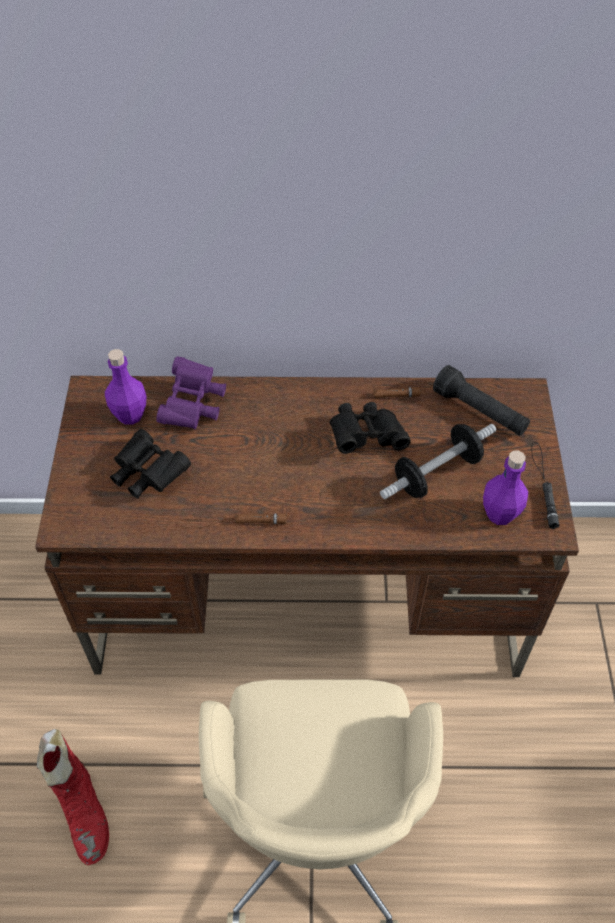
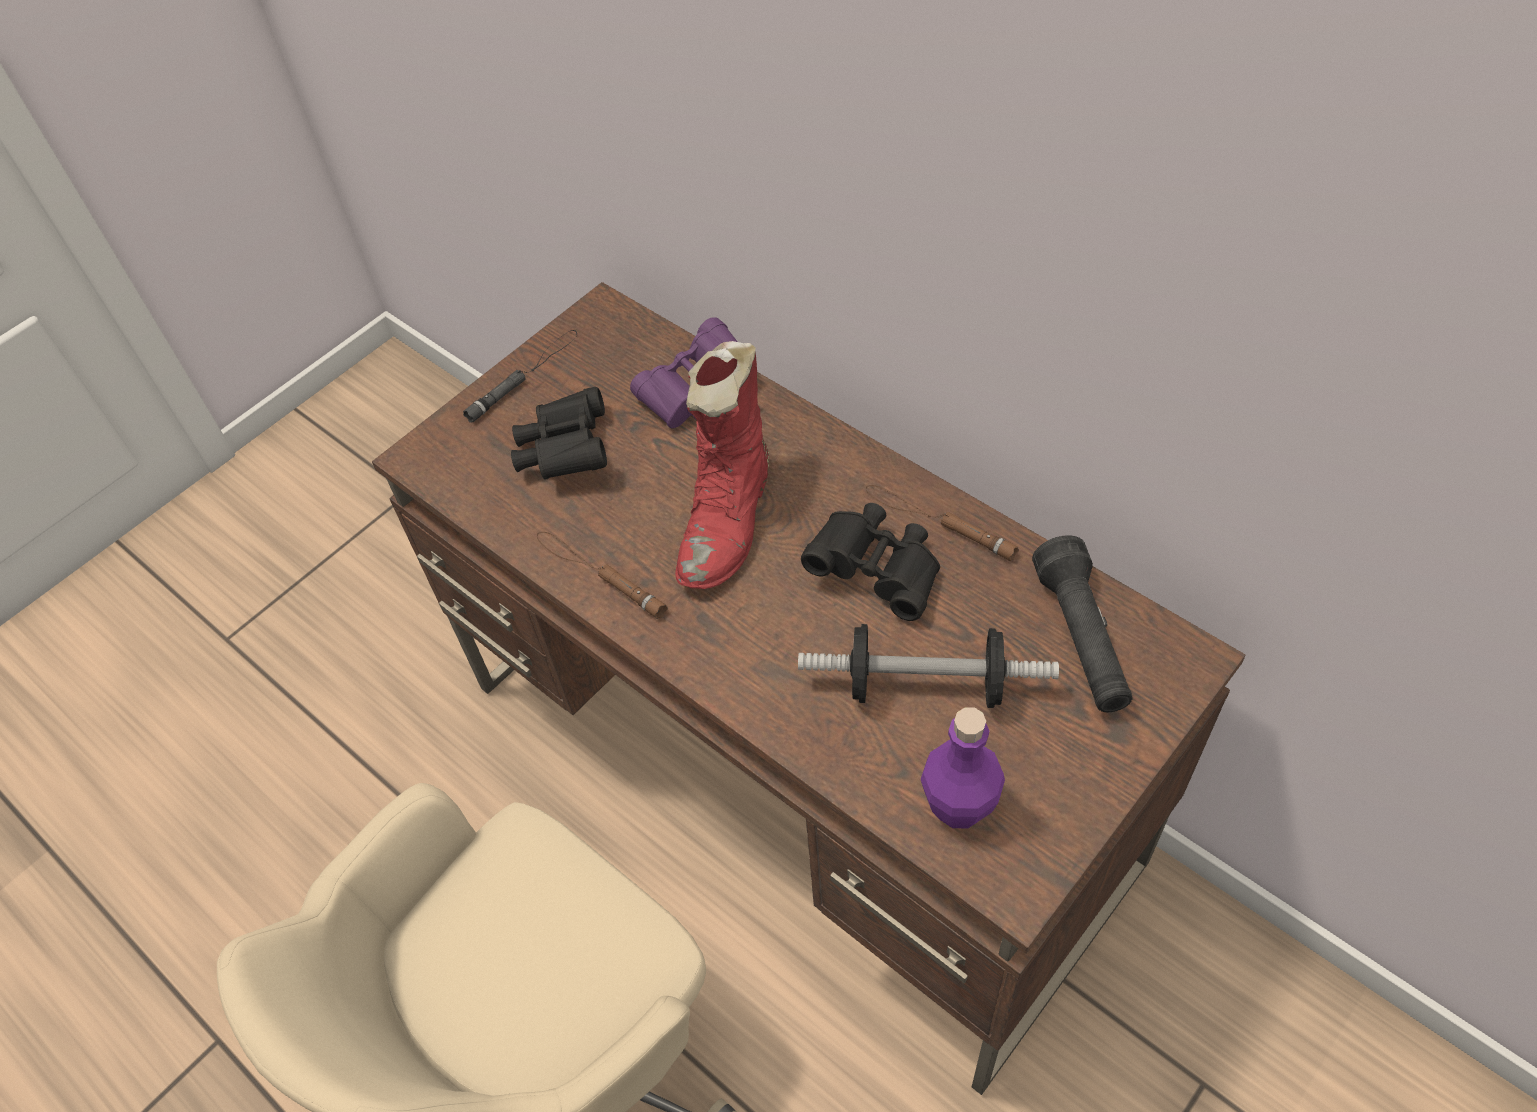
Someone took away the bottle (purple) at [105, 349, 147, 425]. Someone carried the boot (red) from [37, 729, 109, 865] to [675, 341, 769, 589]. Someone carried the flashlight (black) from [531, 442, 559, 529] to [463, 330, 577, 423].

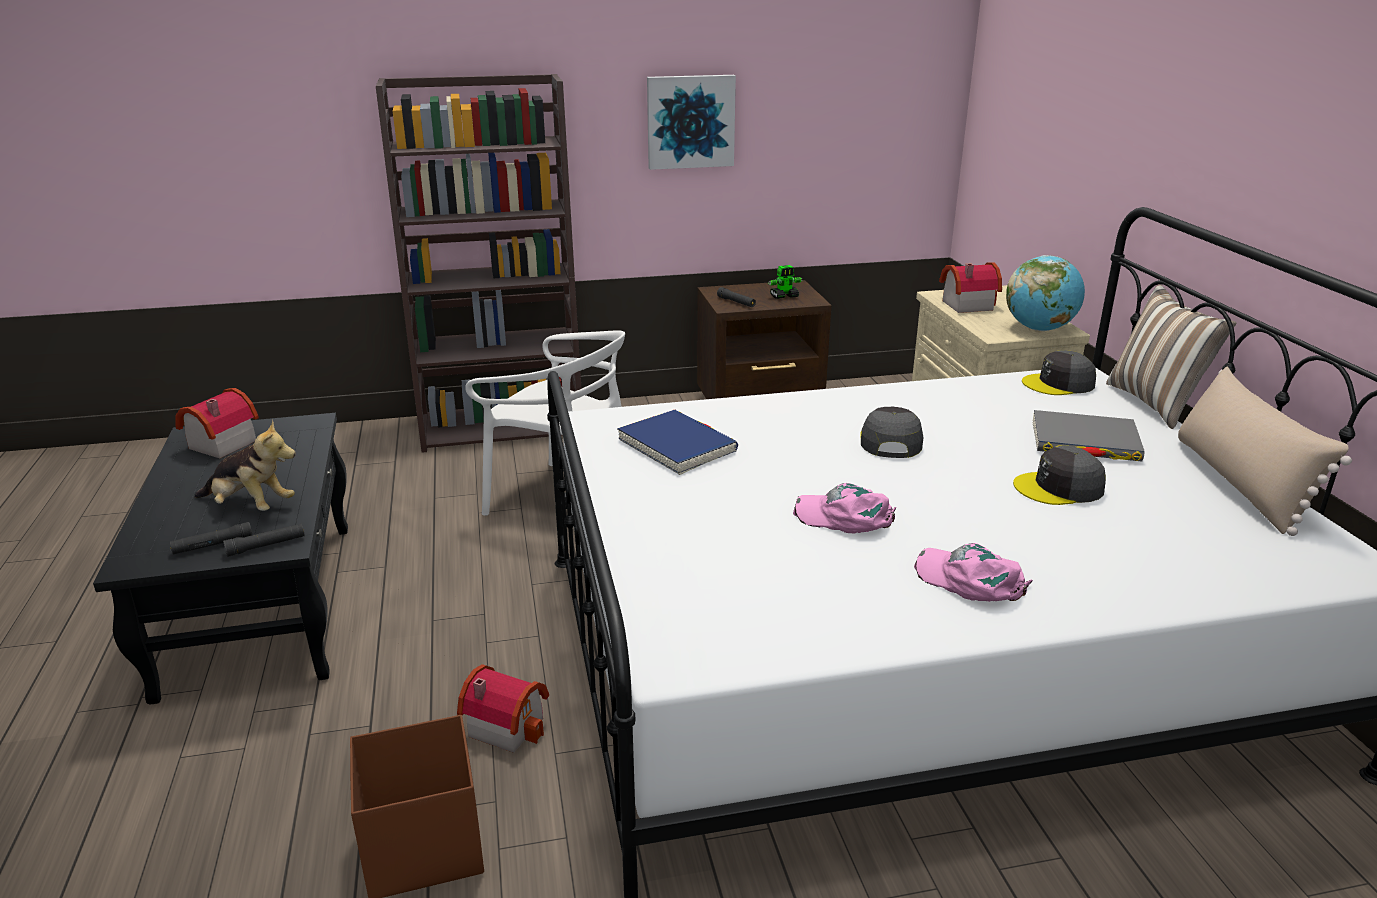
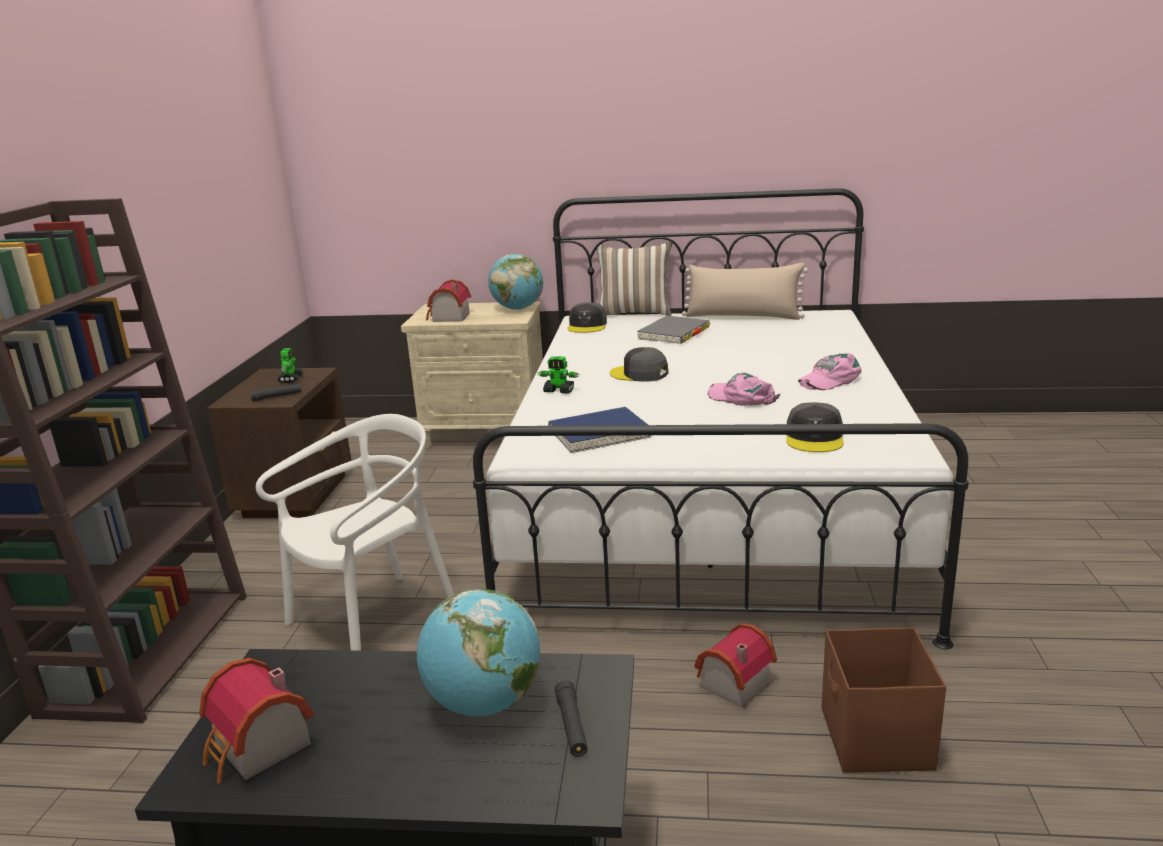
Someone took away the flashlight (black) at [223, 524, 305, 557]. Someone took away the picture at [647, 75, 736, 170]. Someone put down the toy robot at [538, 356, 579, 394]. Someone carried the cap (grey) from [1013, 446, 1106, 505] to [787, 402, 844, 452]. Someone swapped the plush toy at [195, 419, 296, 511] for the globe at [417, 589, 540, 716]. Someone rotated the cap (pink) at [793, 483, 896, 534] by 90 degrees clockwise.

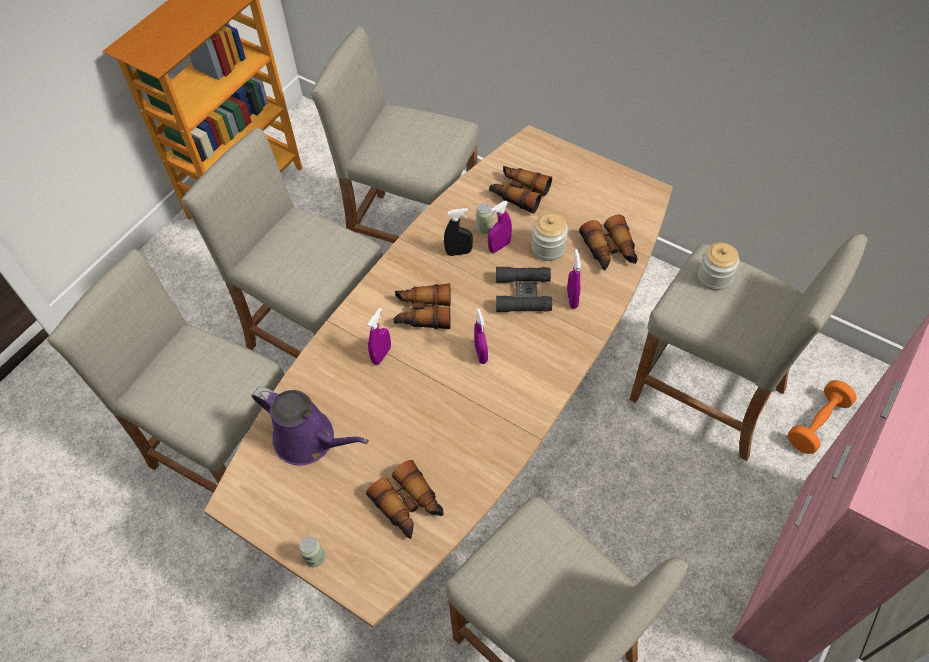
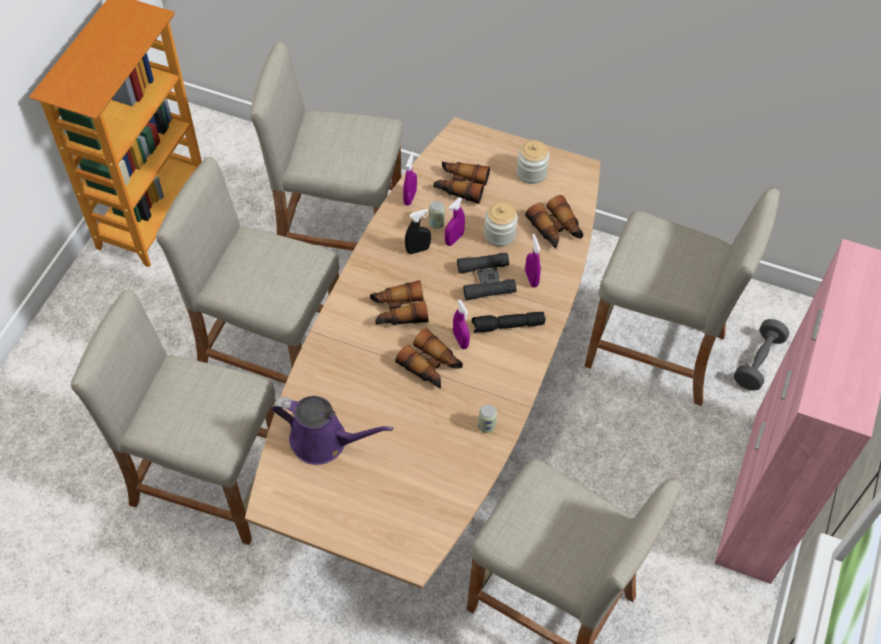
Someone put down the flashlight (black) at [472, 312, 546, 333]. Someone carried the can from [298, 537, 325, 567] to [478, 405, 497, 433]. Someone carried the binoculars from [366, 460, 444, 539] to [395, 328, 463, 388]. Someone carried the spray bottle (purple) from [367, 308, 391, 365] to [403, 152, 417, 206]. Someone carried the jar from [698, 243, 739, 291] to [517, 140, 550, 184]. Someone repainted the dumbbell (orange) at [788, 380, 857, 454], which became the dumbbell (grey) at [734, 319, 789, 391].

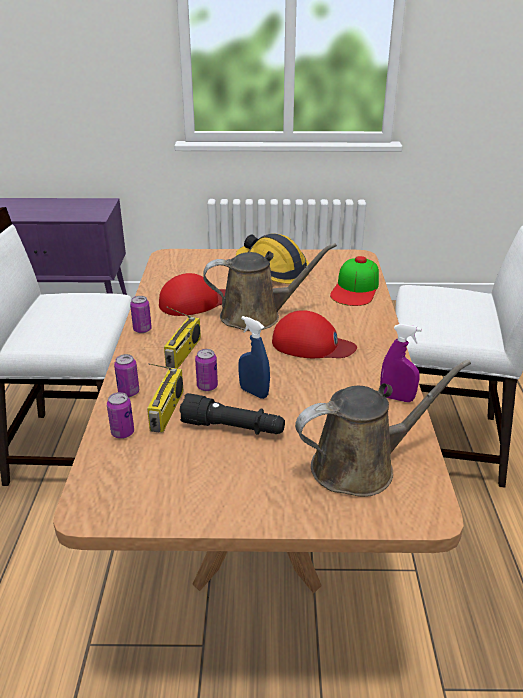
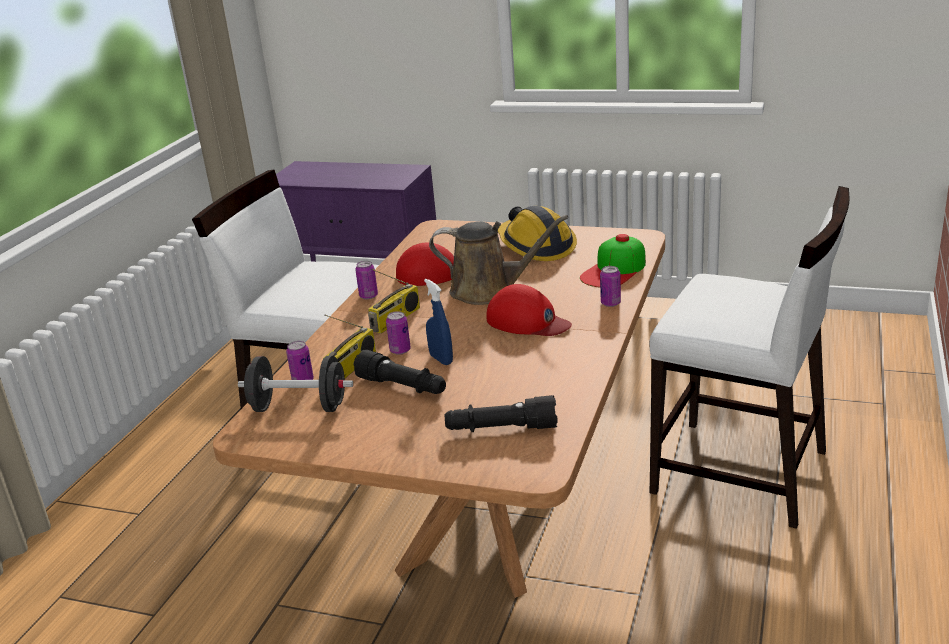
Someone took away the spray bottle (purple) at [380, 324, 422, 402]. Someone put down the dumbbell (black) at [238, 356, 353, 412]. Someone carried the can from [114, 354, 139, 397] to [600, 266, 621, 307]. Someone swapped the watering can (brown) at [295, 360, 471, 497] for the flashlight (black) at [445, 395, 558, 432].

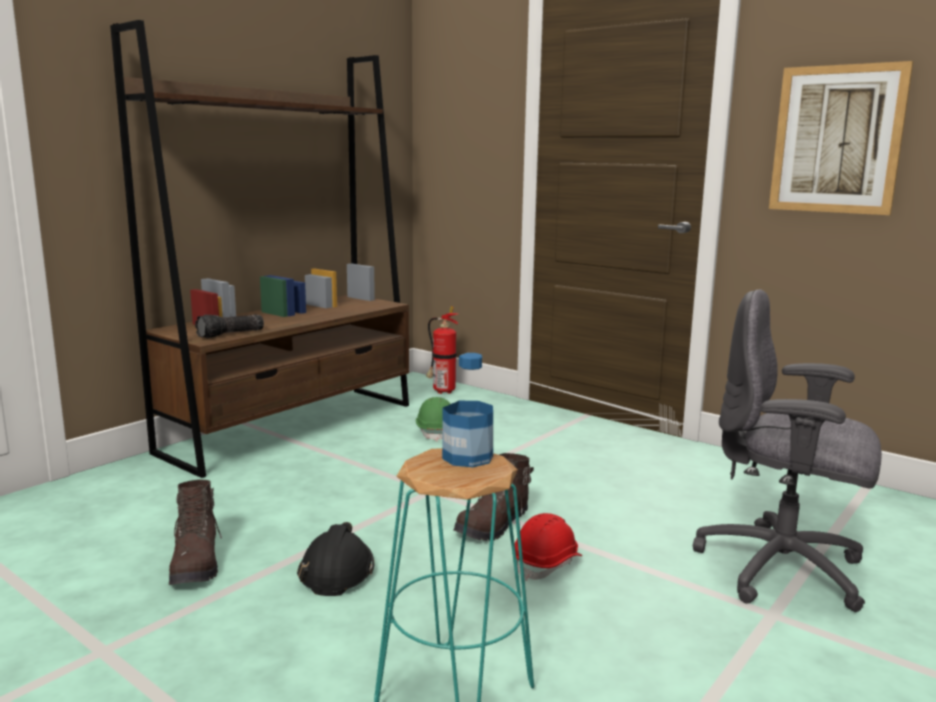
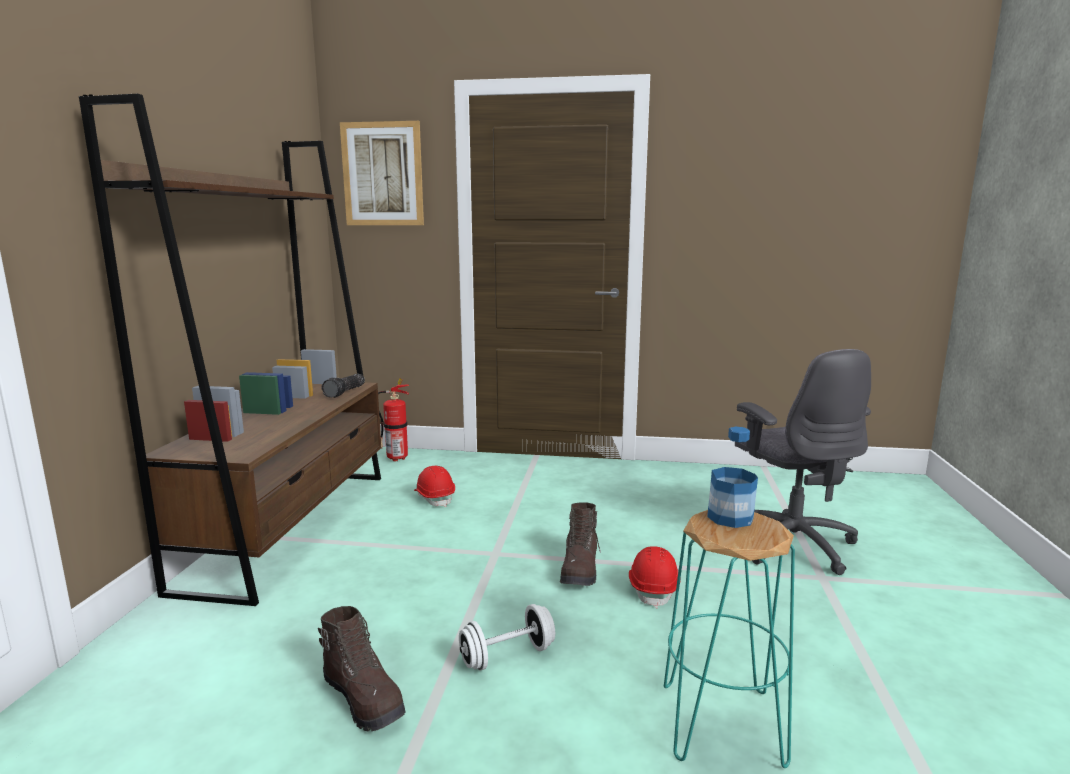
Someone carried the flashlight from [195, 315, 264, 338] to [322, 374, 365, 398]. Someone carried the picture from [769, 61, 914, 215] to [340, 121, 424, 225]. Someone swapped the hard hat (black) at [297, 522, 374, 596] for the dumbbell (white) at [459, 604, 555, 671]. Someone repainted the hard hat (green) at [416, 397, 450, 442], which became the hard hat (red) at [414, 466, 455, 507]. Someone rotated the office chair (grey) at [692, 289, 882, 612] by 105 degrees counterclockwise.

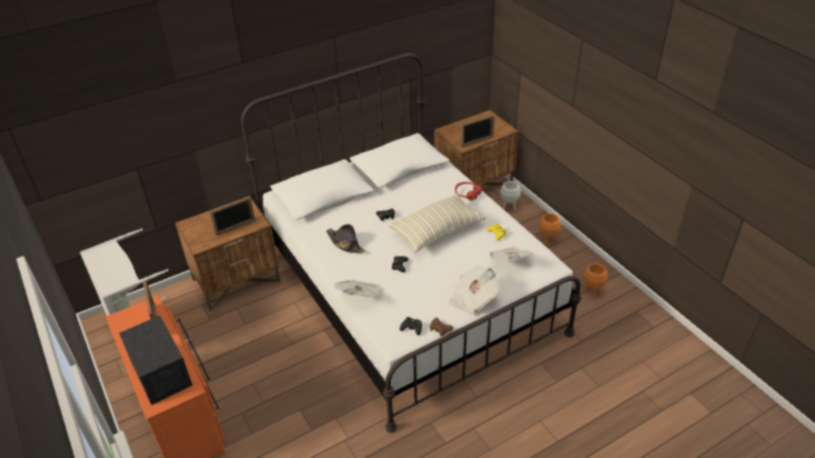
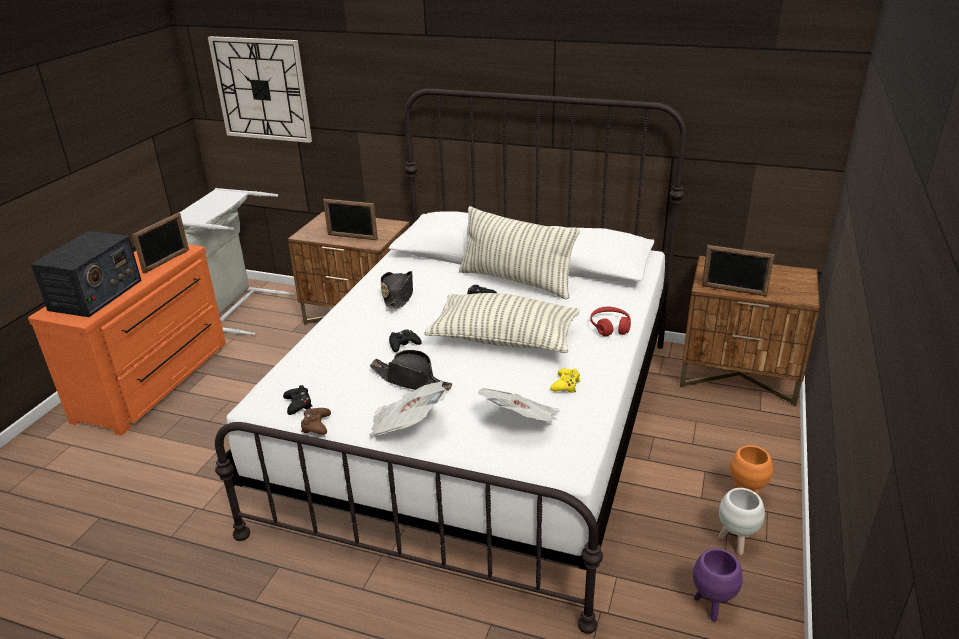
Someone took away the newspaper at [334, 280, 381, 298]. Someone put up the wall clock at [208, 36, 312, 143]. Someone put down the hat (black) at [370, 350, 452, 391]. Someone put down the pillow at [459, 206, 580, 299]. Someone carried the planter (white) from [500, 181, 521, 211] to [718, 488, 765, 555]. Someone repainted the planter (orange) at [583, 263, 607, 297], which became the planter (purple) at [693, 548, 743, 622].

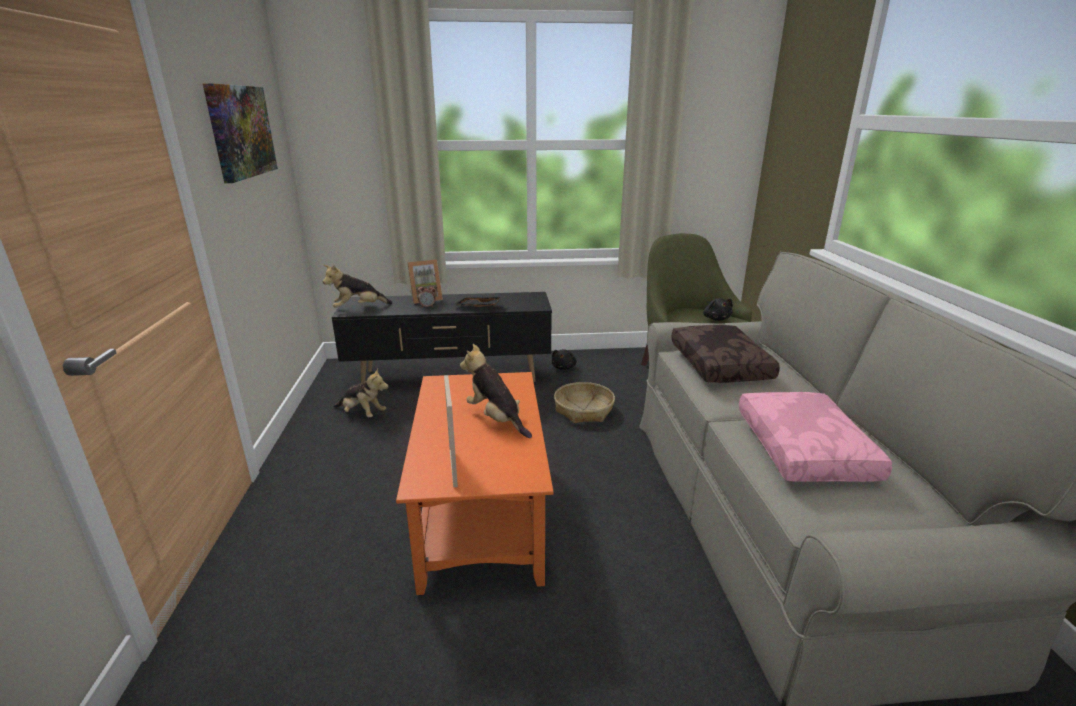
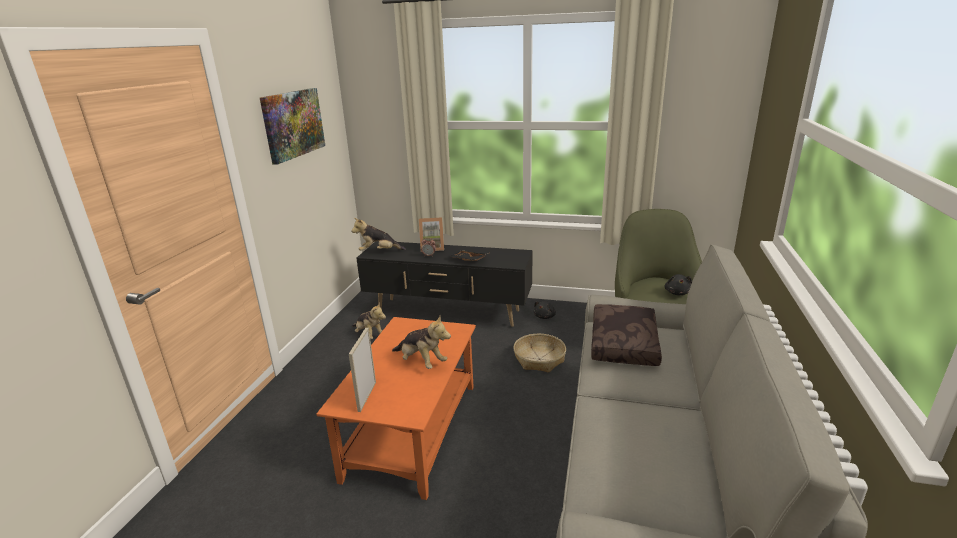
Someone took away the pillow (pink) at [739, 392, 892, 482]. Someone rotated the plush toy at [460, 344, 532, 438] by 150 degrees clockwise.

